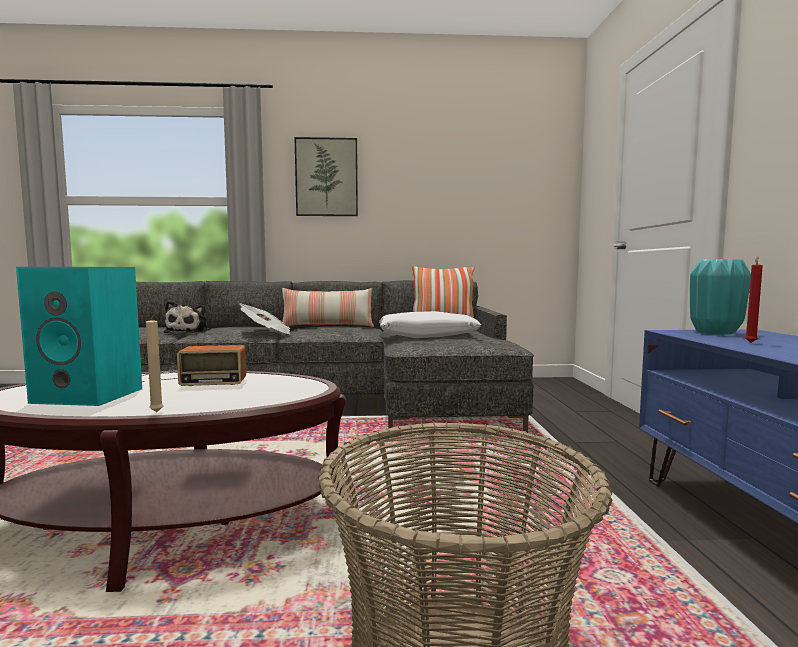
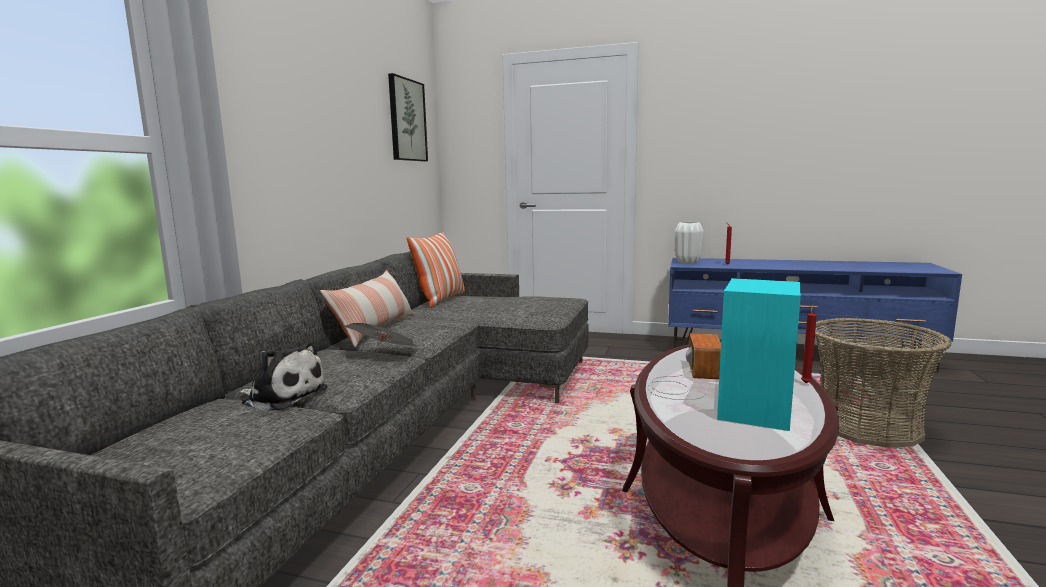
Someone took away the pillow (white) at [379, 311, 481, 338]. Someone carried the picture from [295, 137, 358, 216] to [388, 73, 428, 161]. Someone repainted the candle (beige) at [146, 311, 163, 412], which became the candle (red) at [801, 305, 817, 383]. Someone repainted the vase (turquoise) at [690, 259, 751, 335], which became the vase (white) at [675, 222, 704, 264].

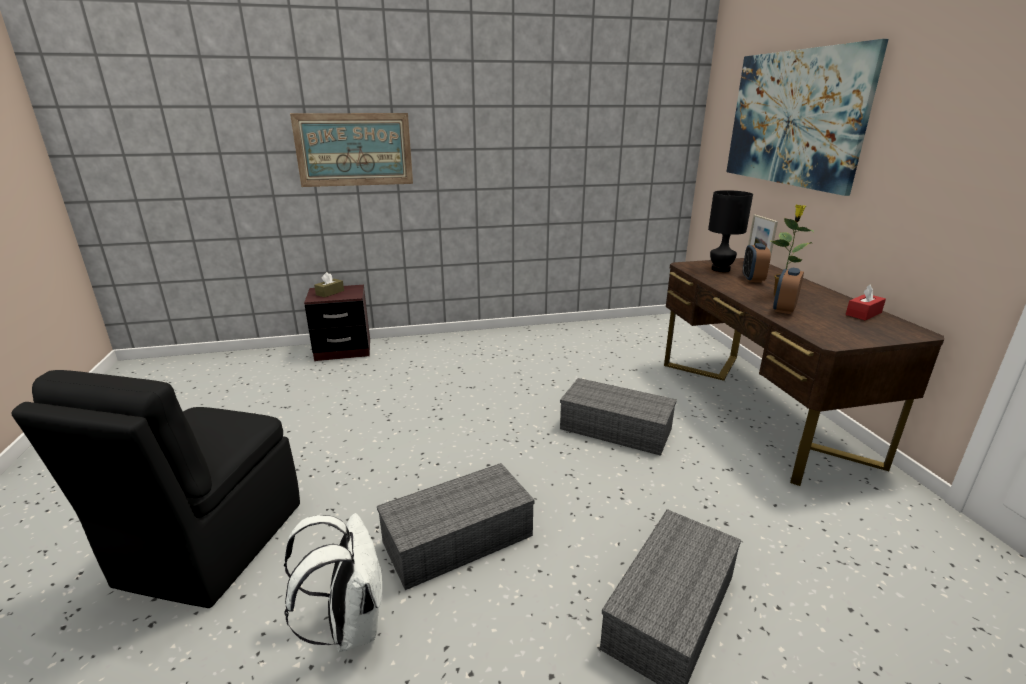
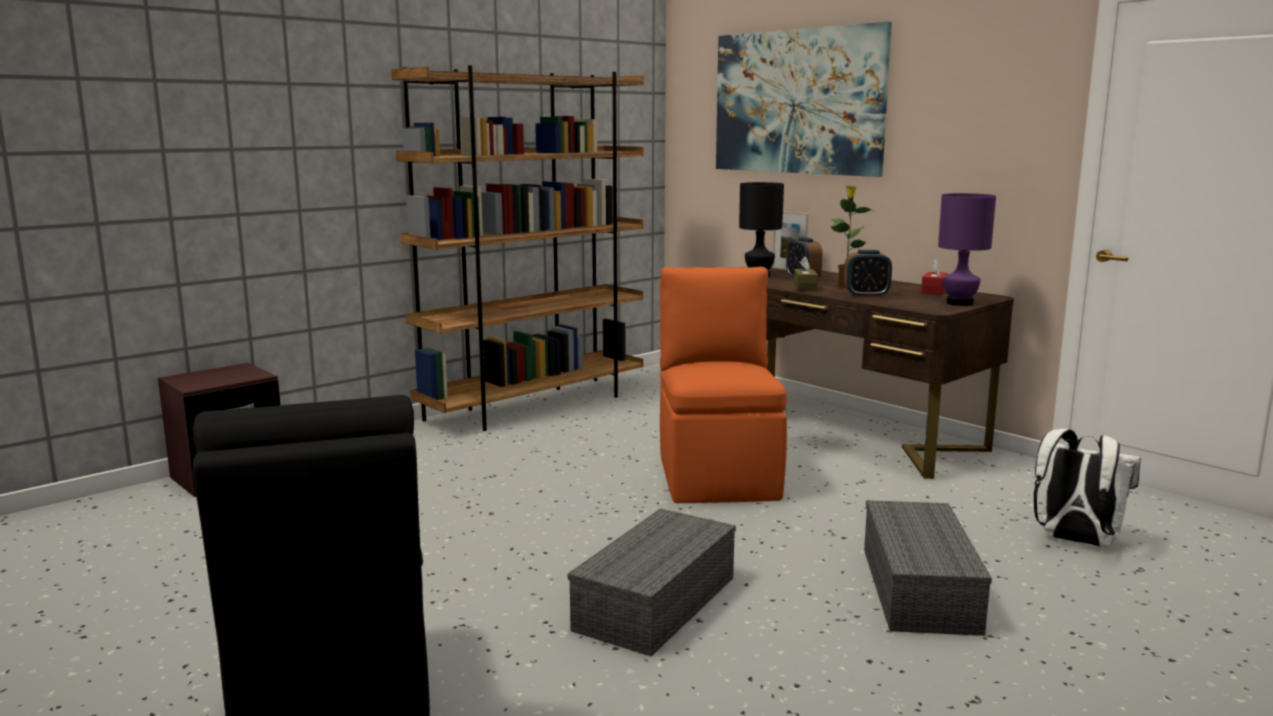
Someone took away the picture at [290, 113, 413, 187]. Someone put down the bookcase (brown) at [391, 65, 644, 431]. Someone put down the table lamp (purple) at [938, 193, 996, 306]. Someone carried the backpack (white) from [284, 513, 382, 652] to [1034, 429, 1141, 547]. Someone carried the tissue box (brown) from [314, 272, 344, 298] to [794, 256, 818, 291]. Someone swapped the storage box (grey) at [560, 378, 677, 456] for the chair (orange) at [660, 267, 787, 503]. Someone rotated the alarm clock at [773, 268, 804, 314] by 90 degrees counterclockwise.

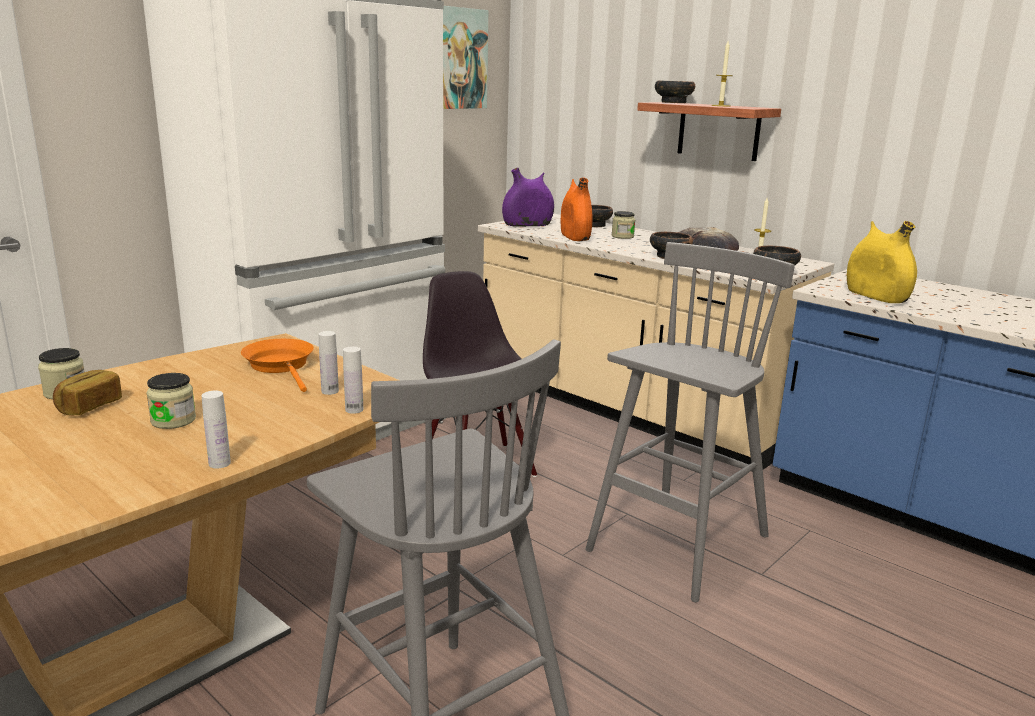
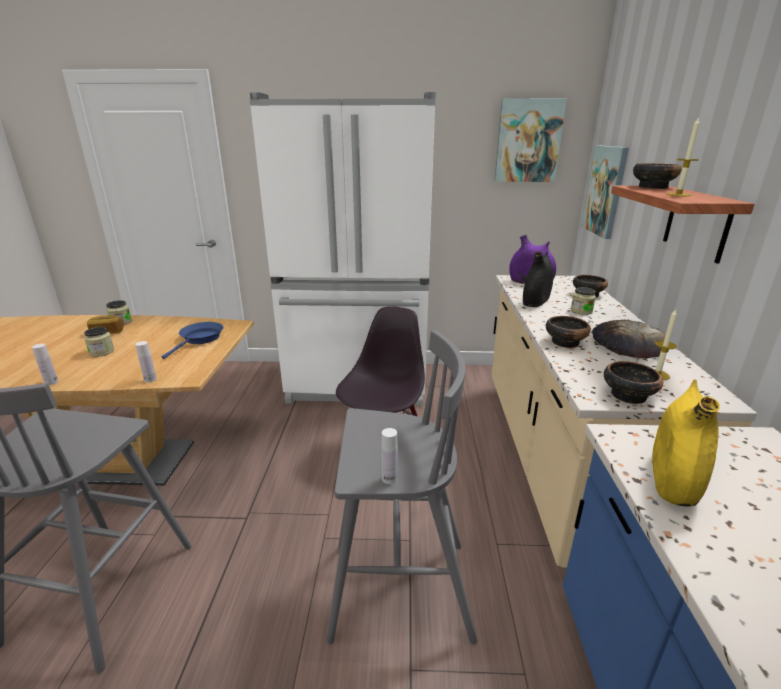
Someone put up the picture at [581, 145, 629, 239]. Someone carried the bottle (white) from [319, 331, 339, 395] to [381, 428, 398, 484]. Someone repainted the frying pan (orange) at [241, 339, 314, 392], which became the frying pan (blue) at [162, 322, 224, 359]. Someone repainted the vase (orange) at [561, 178, 592, 241], which became the vase (black) at [523, 251, 554, 307].

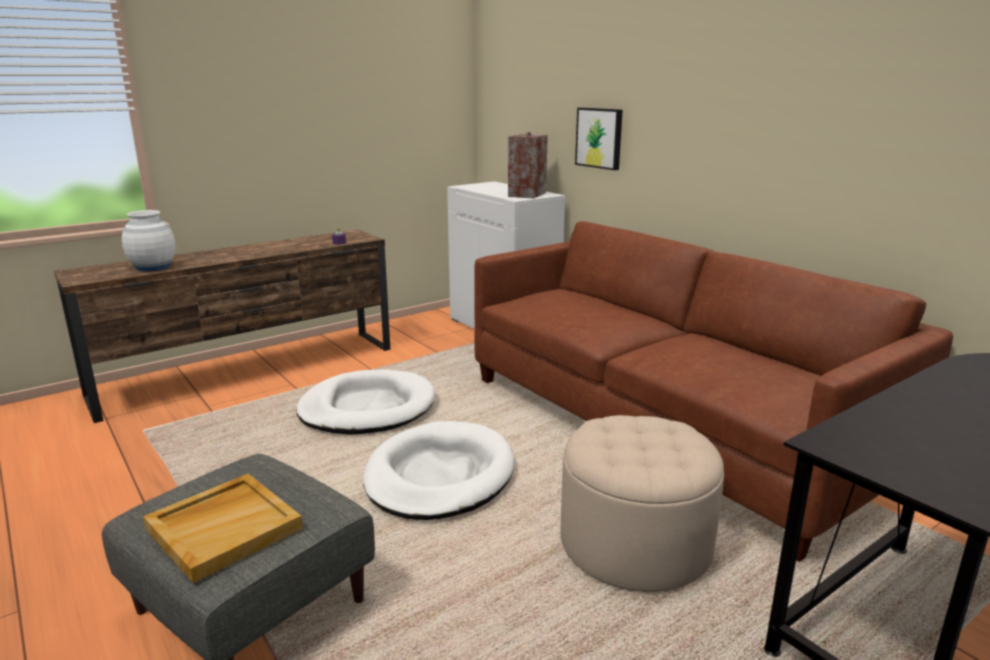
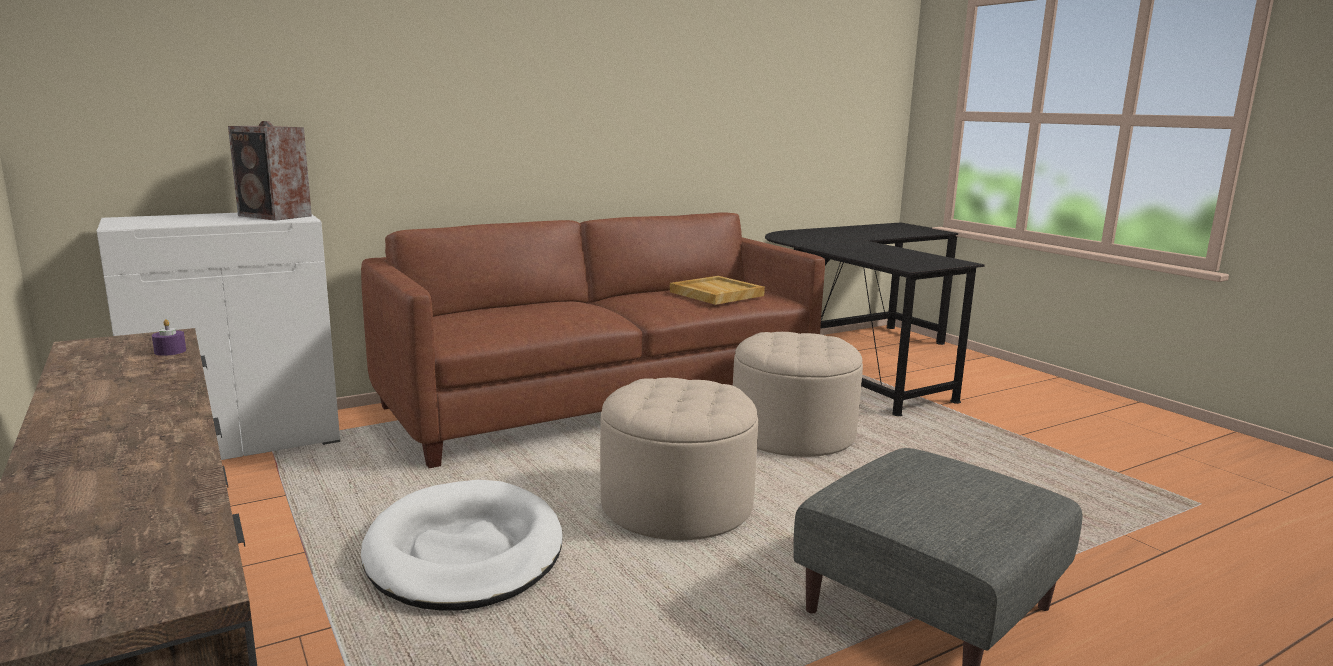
Someone took away the vase (white) at [122, 210, 175, 271]. Someone took away the picture at [575, 108, 623, 170]. Someone carried the tray (beige) from [143, 474, 303, 583] to [670, 276, 765, 305]. Someone swapped the dog bed (white) at [363, 421, 514, 520] for the ottoman (beige) at [600, 378, 758, 540].

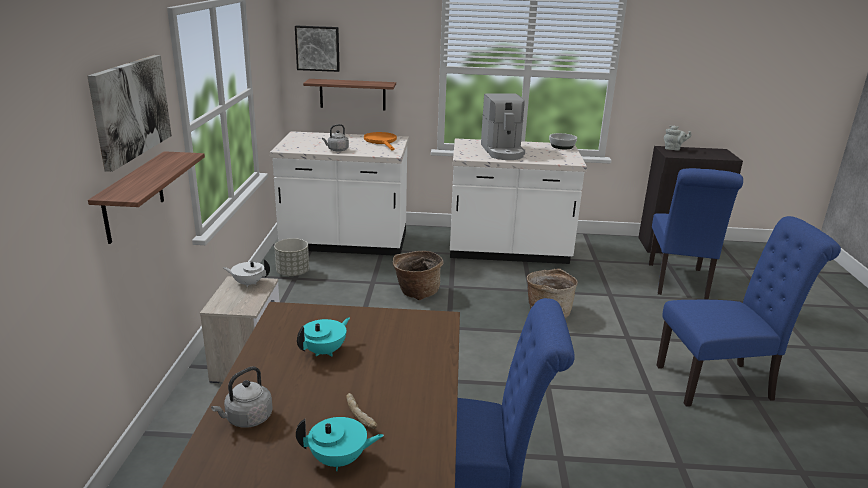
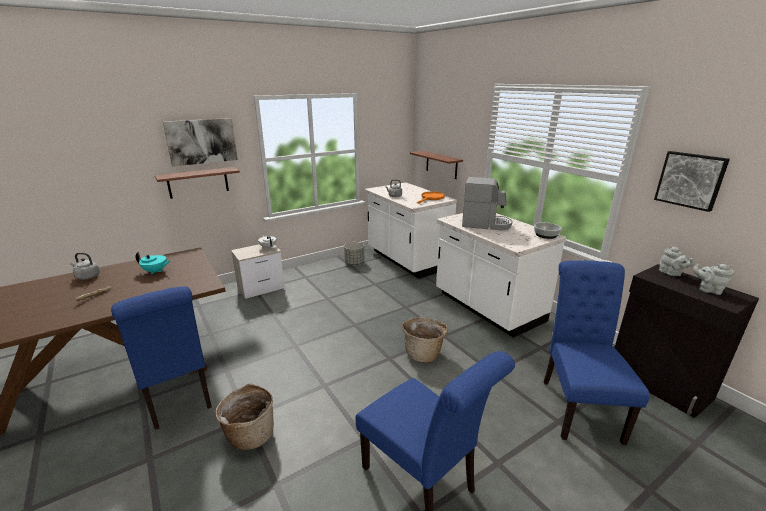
Someone took away the teapot (turquoise) at [296, 417, 384, 471]. Someone put down the teapot (grey) at [693, 264, 734, 295]. Someone carried the picture from [295, 26, 340, 72] to [654, 151, 730, 212]. Someone carried the basket from [393, 251, 444, 300] to [216, 383, 274, 450]. Someone rotated the coffee machine at [481, 93, 525, 160] by 120 degrees counterclockwise. Someone rotated the chair (blue) at [649, 168, 743, 300] by 120 degrees clockwise.

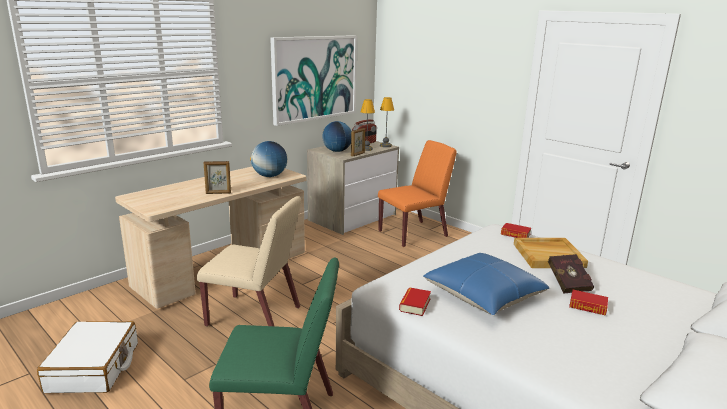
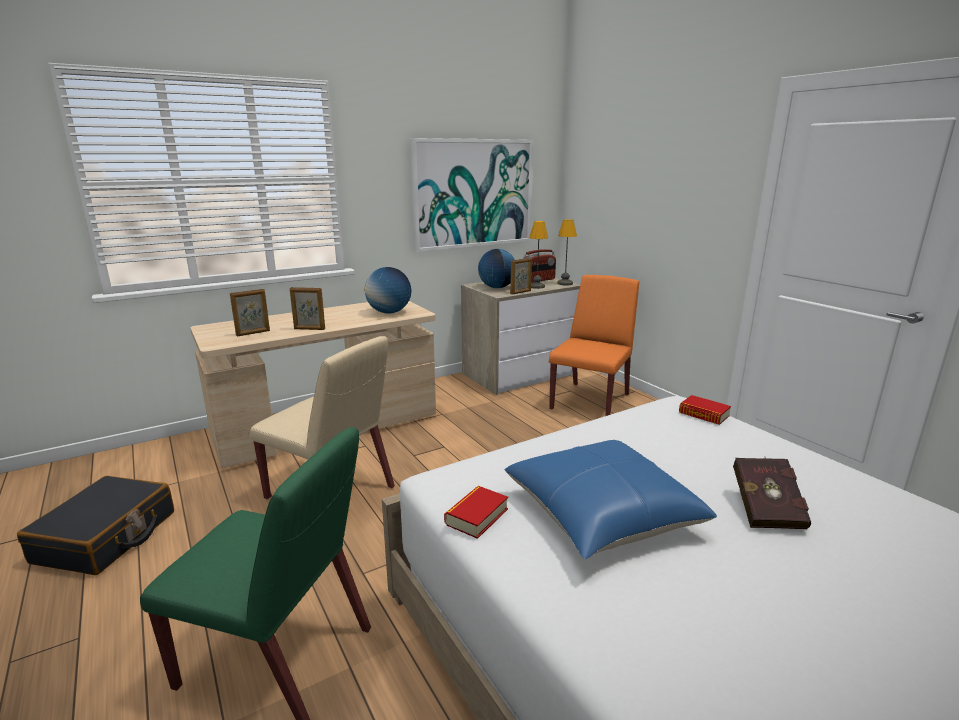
Someone took away the tray (beige) at [514, 238, 588, 268]. Someone took away the book at [569, 290, 608, 316]. Someone put down the picture frame at [230, 289, 270, 336]. Someone repainted the suitcase (white) at [37, 321, 138, 393], which became the suitcase (black) at [17, 476, 174, 575]. Someone rotated the chair (orange) at [378, 140, 457, 247] by 45 degrees counterclockwise.

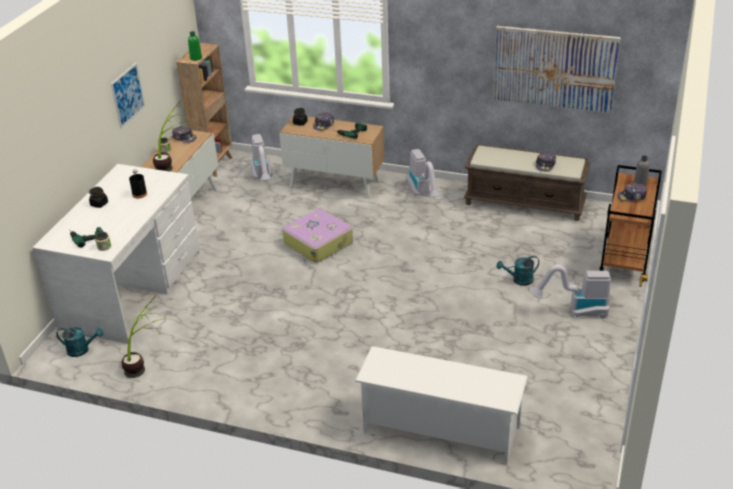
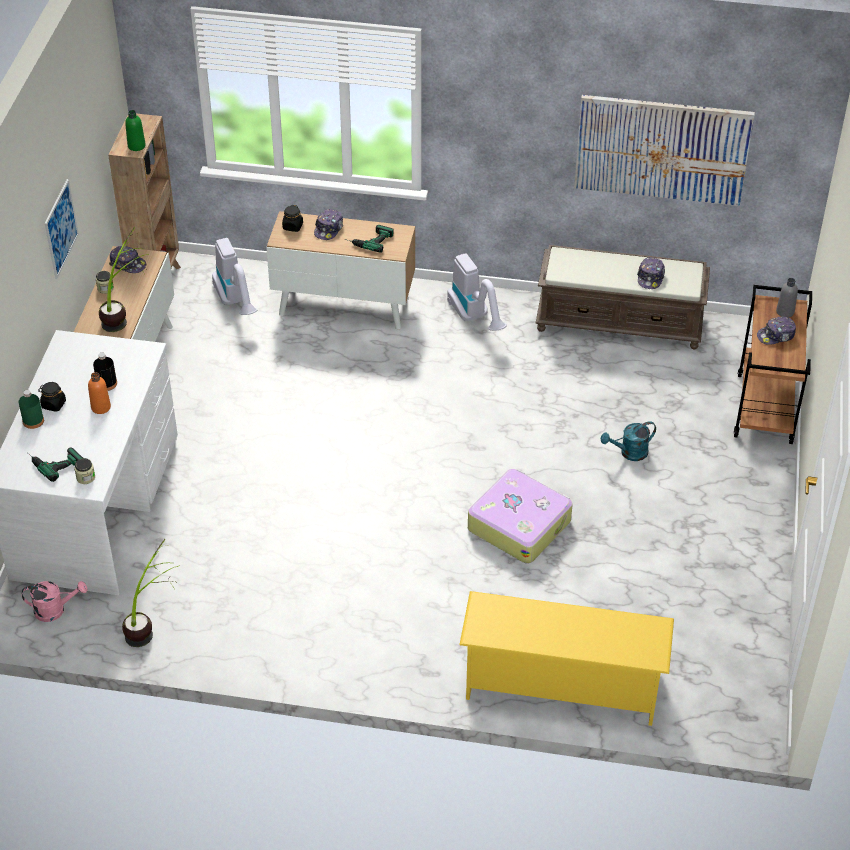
Someone took away the vacuum cleaner at [530, 265, 611, 319]. Someone put down the bottle (green) at [19, 390, 44, 429]. Someone put down the bottle (orange) at [88, 372, 111, 414]. Someone carried the suitcase from [282, 209, 353, 263] to [468, 469, 573, 564]. Someone repainted the watering can (turquoise) at [56, 327, 103, 357], which became the watering can (pink) at [22, 581, 87, 622]. Someone repainted the shoe rack (white) at [355, 346, 528, 464], which became the shoe rack (yellow) at [459, 591, 674, 726].

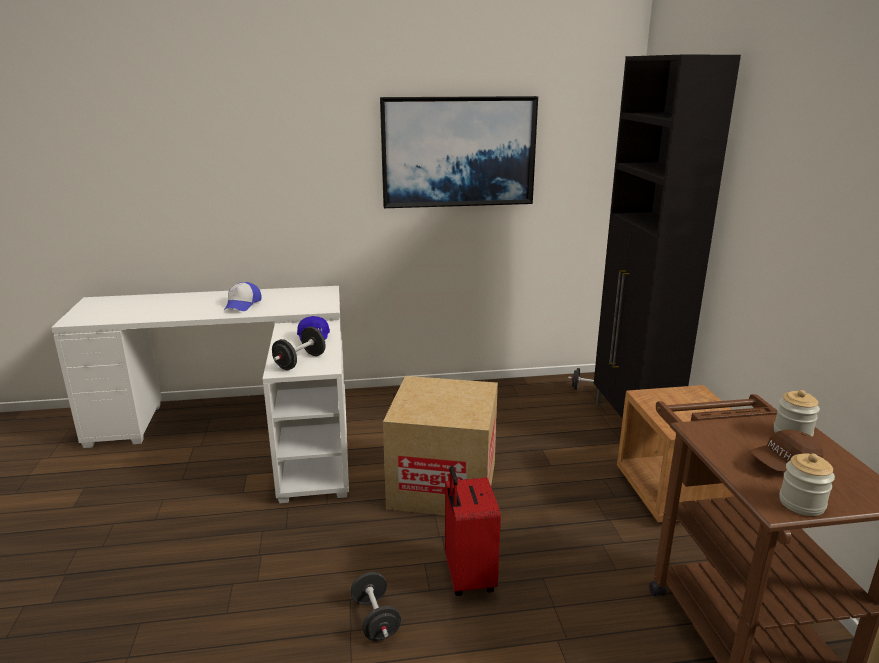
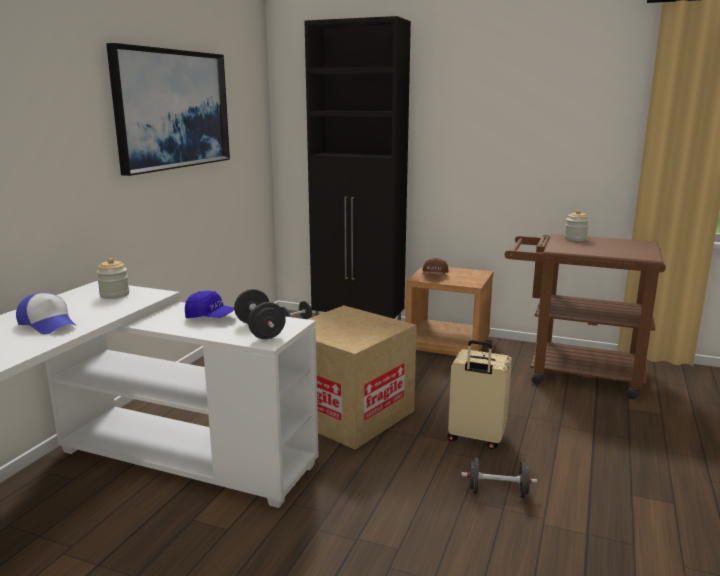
Someone carried the cap (brown) from [750, 429, 823, 471] to [422, 258, 449, 276]. Someone carried the jar from [779, 453, 835, 516] to [96, 258, 129, 299]. Someone repainted the suitcase (red) at [445, 466, 501, 596], which became the suitcase (beige) at [447, 340, 512, 449].

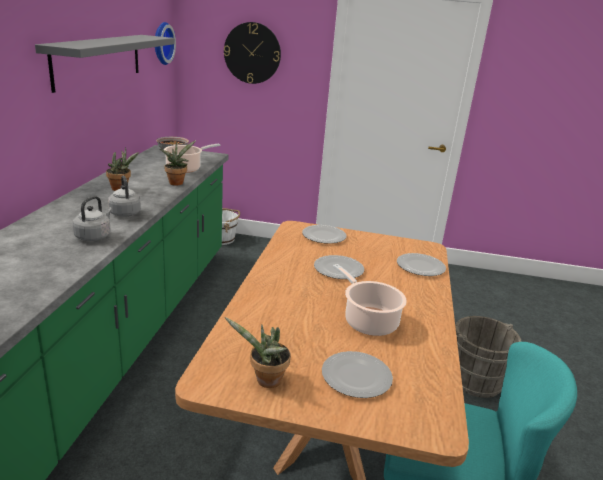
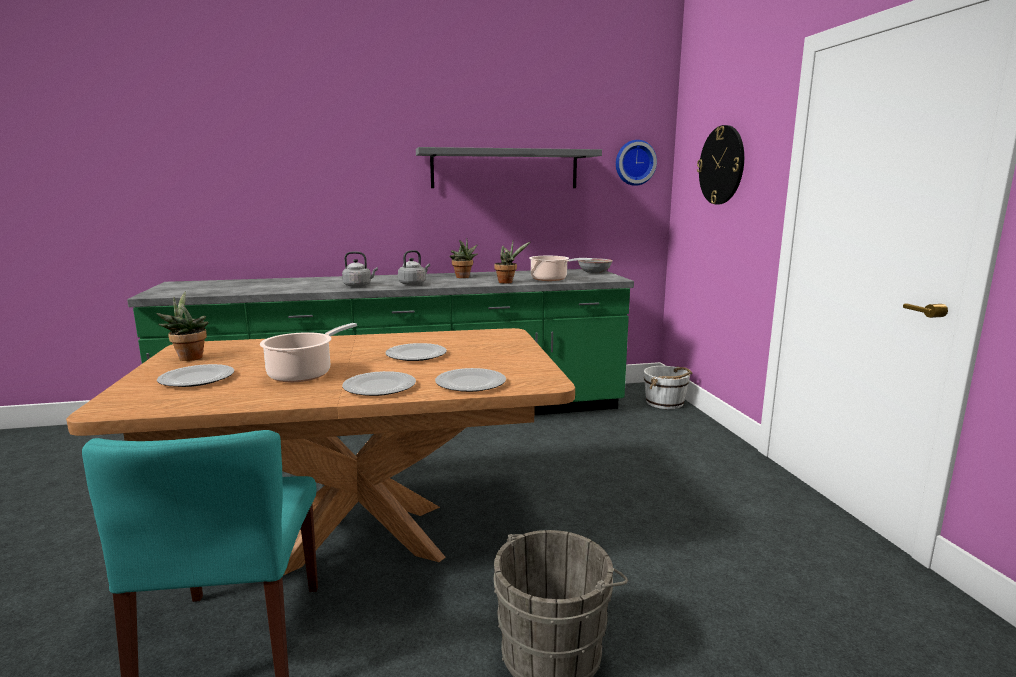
Someone carried the plate from [302, 225, 347, 244] to [342, 371, 416, 396].

